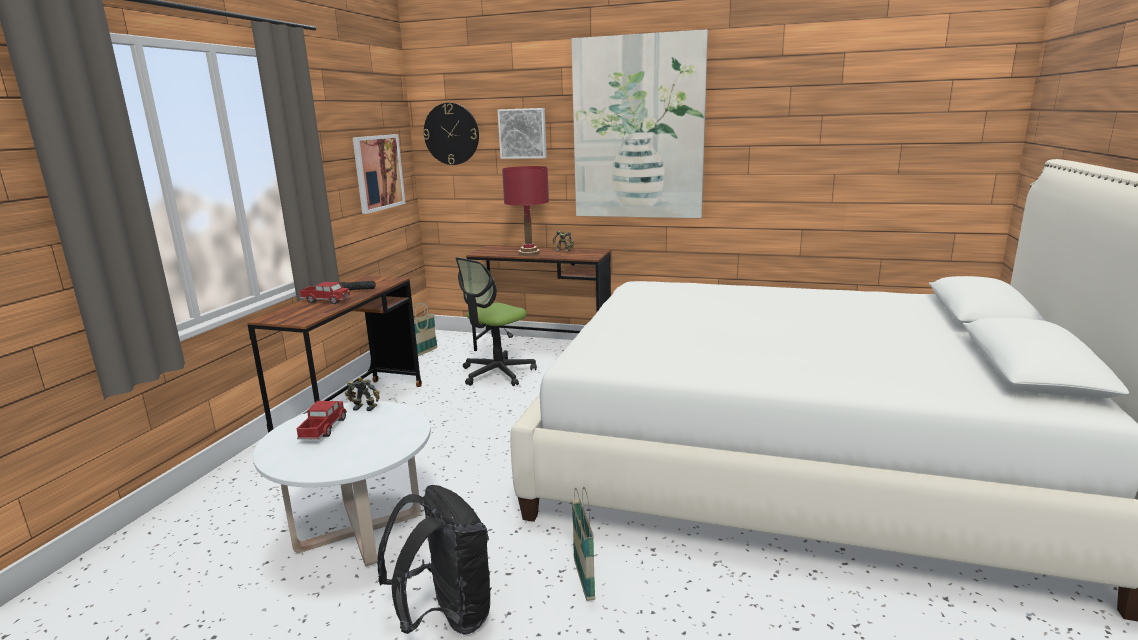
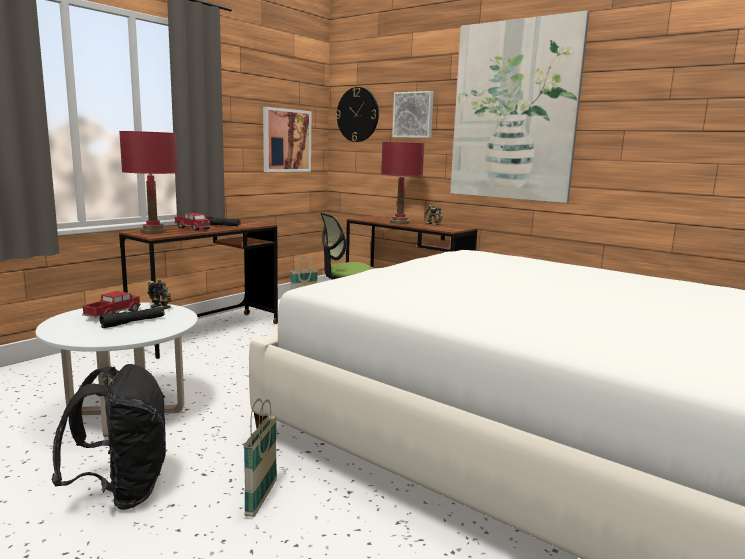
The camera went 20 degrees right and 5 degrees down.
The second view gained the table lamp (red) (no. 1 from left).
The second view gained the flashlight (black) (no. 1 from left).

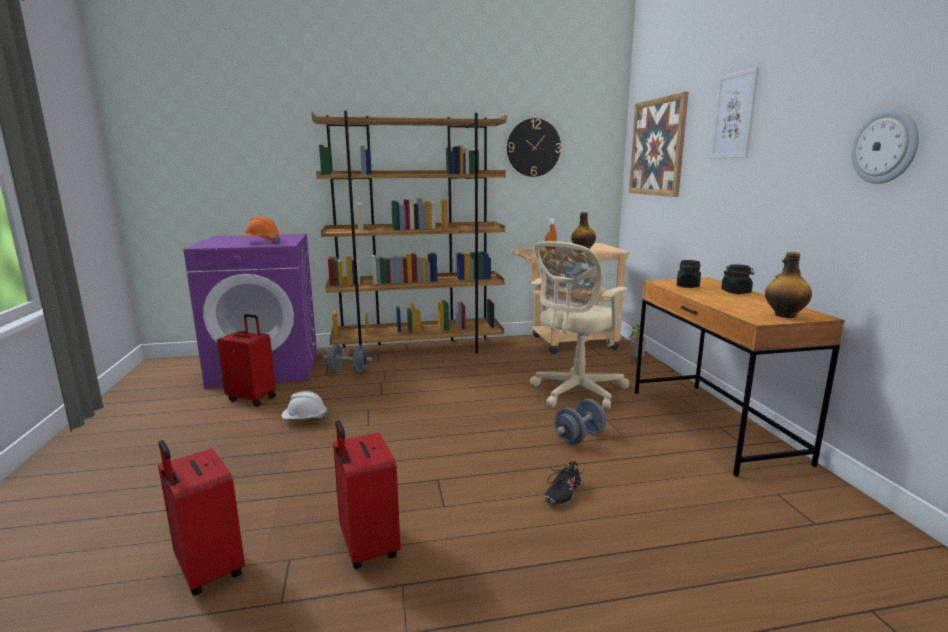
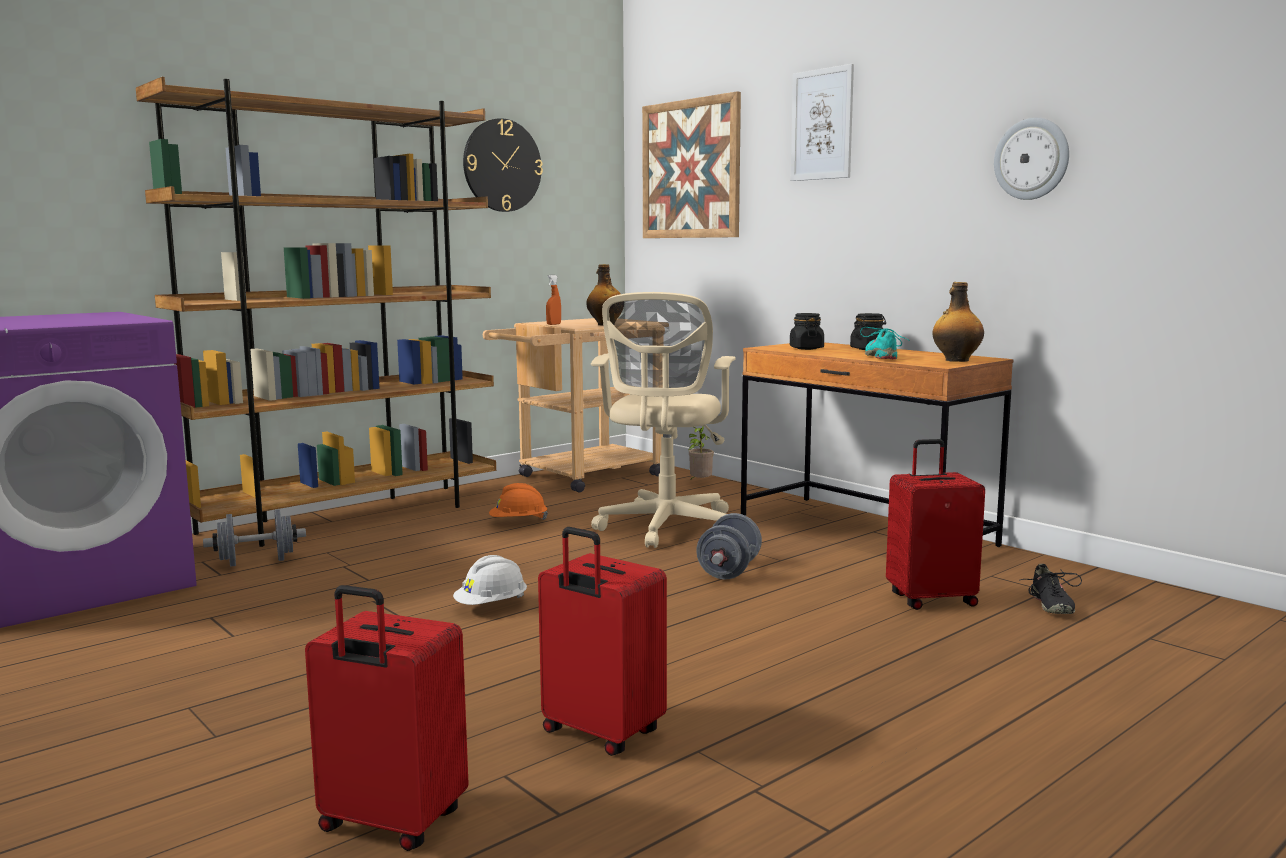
The camera went 30 degrees left and 5 degrees down.
The hard hat (orange) ended up elsewhere.
The suitcase (red) (no. 2 from left in the first image) ended up elsewhere.
The hard hat (white) ended up elsewhere.
The shoe (black) ended up elsewhere.
The second view gained the shoe (turquoise).

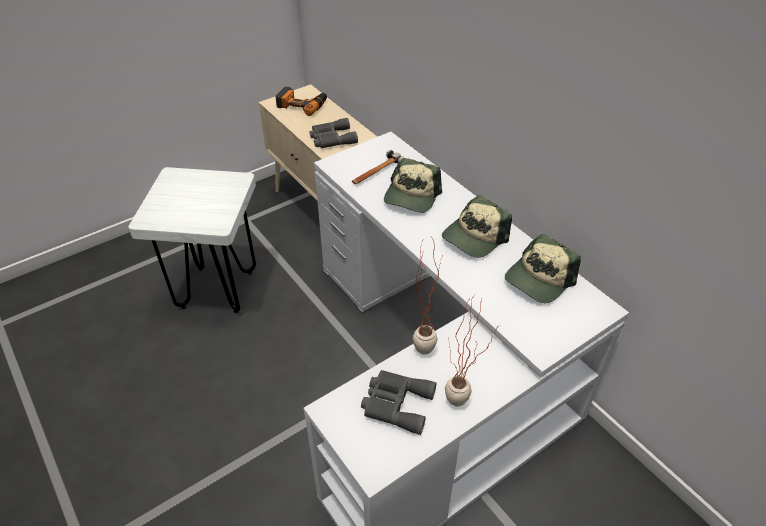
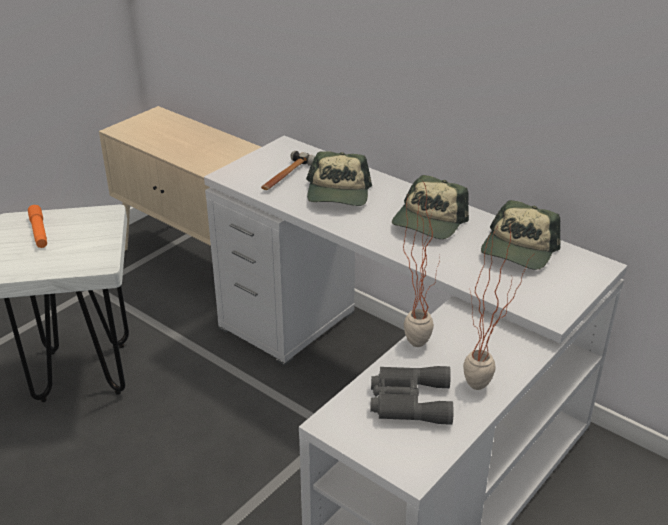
The camera went 15 degrees left and 10 degrees down.
The second view lost the power drill.
The second view lost the binoculars (grey) (no. 1 from left).
The second view gained the flashlight (orange).

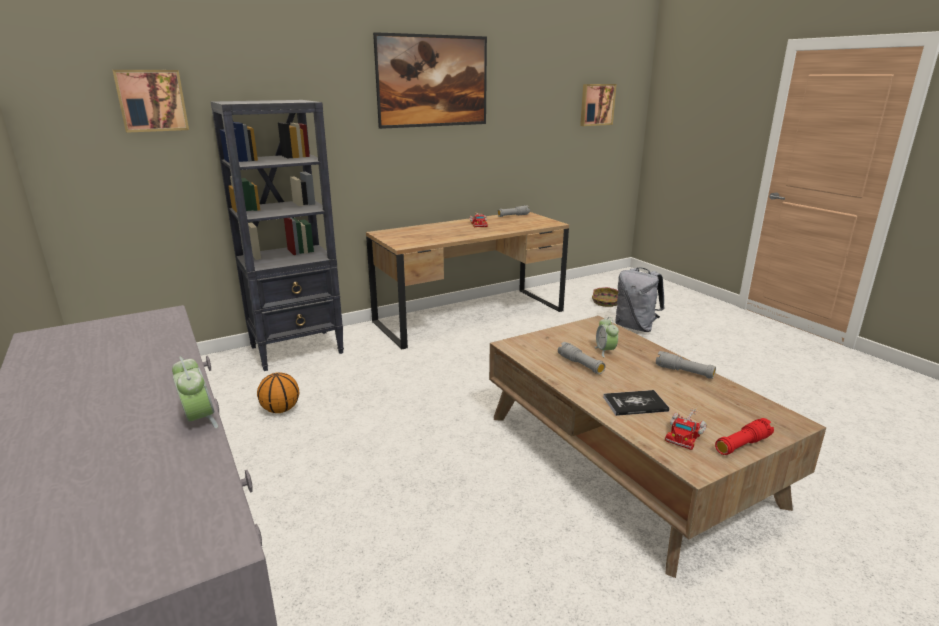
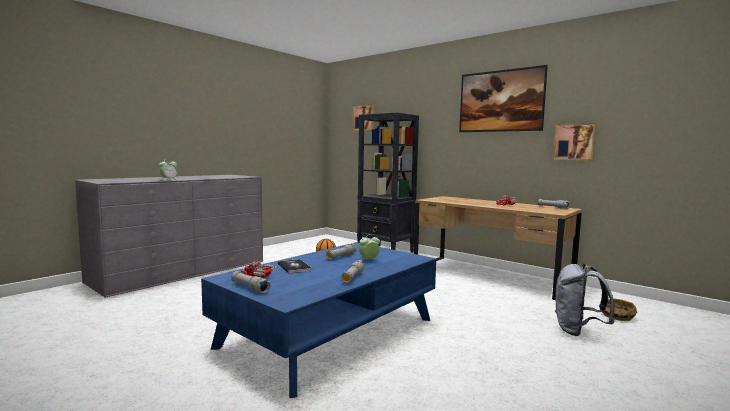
The camera went 70 degrees right and 15 degrees down.
The picture (no. 3 from left) ended up elsewhere.
What was the coffee table (brown) turned into the coffee table (blue).
What was the flashlight (red) turned into the flashlight (grey) (no. 1 from left).

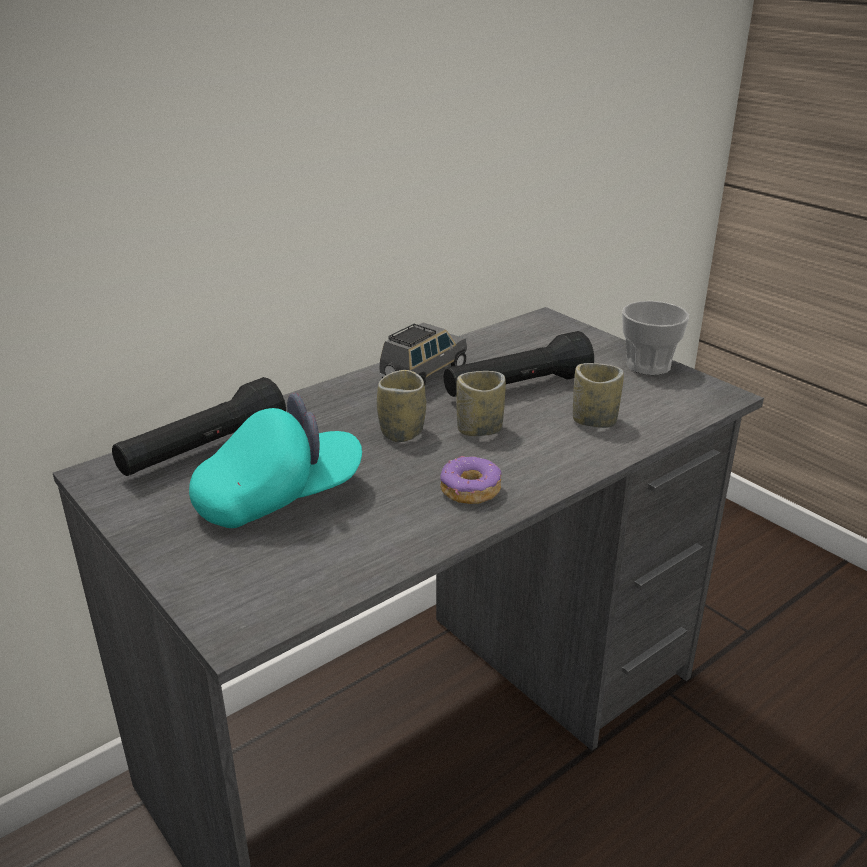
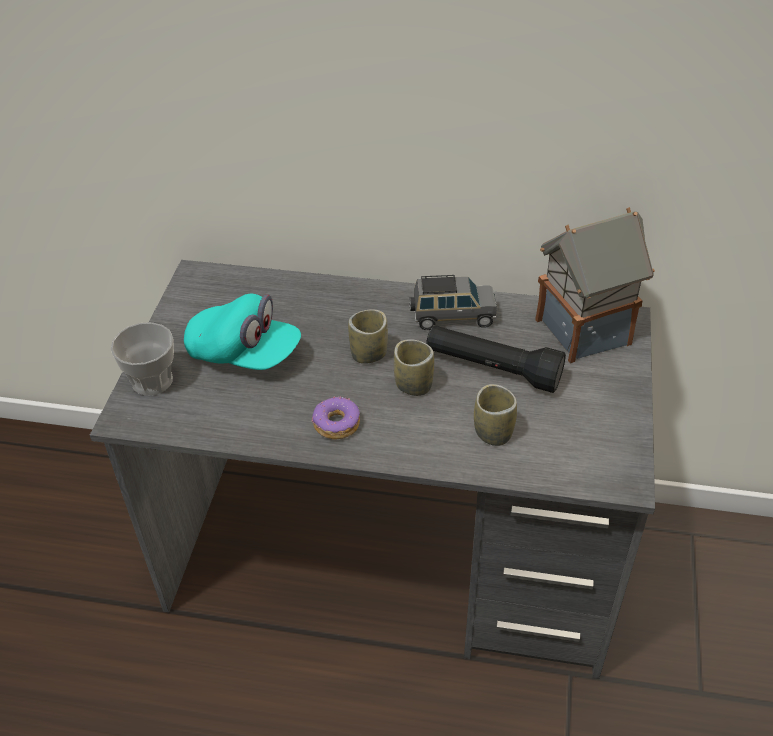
The camera went 50 degrees right and 15 degrees up.
The cup (no. 4 from left in the first image) ended up elsewhere.
The second view lost the flashlight (black) (no. 1 from left).
The second view gained the toy house.

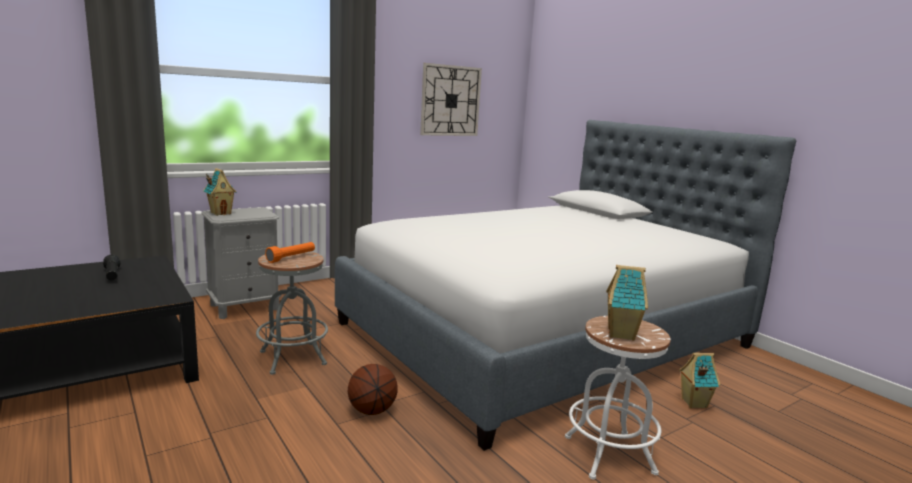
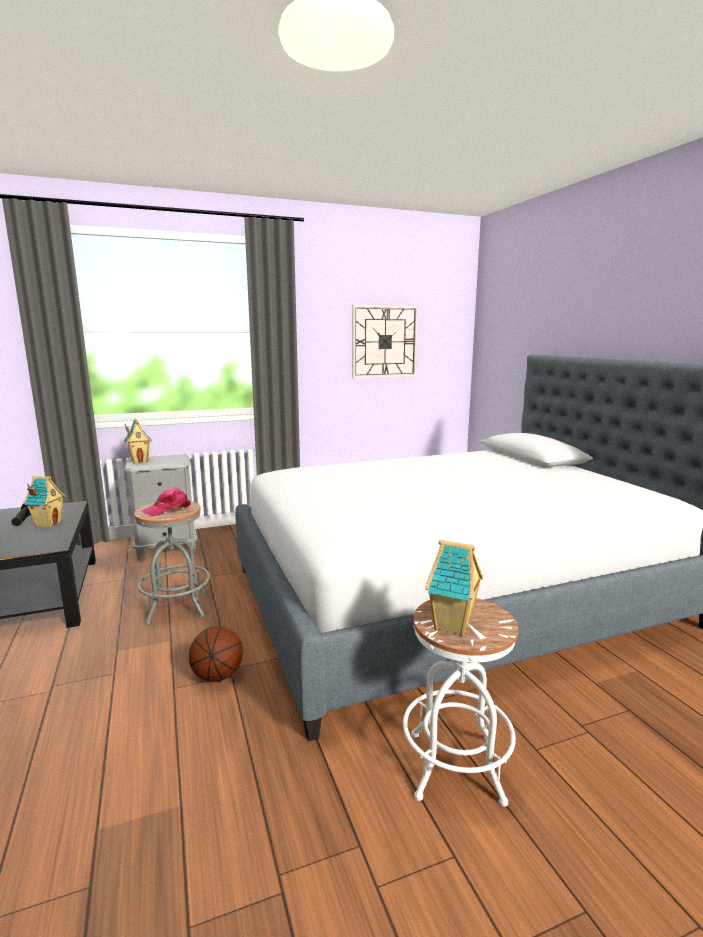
The camera went 15 degrees right and 0 degrees up.
Where the flashlight (orange) stood, the cap (pink) came to stand.
The toy house (no. 3 from left in the first image) ended up elsewhere.

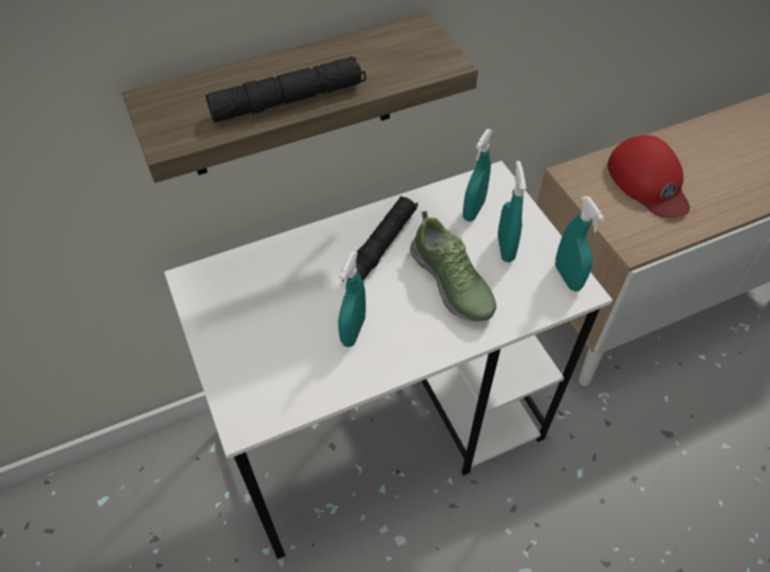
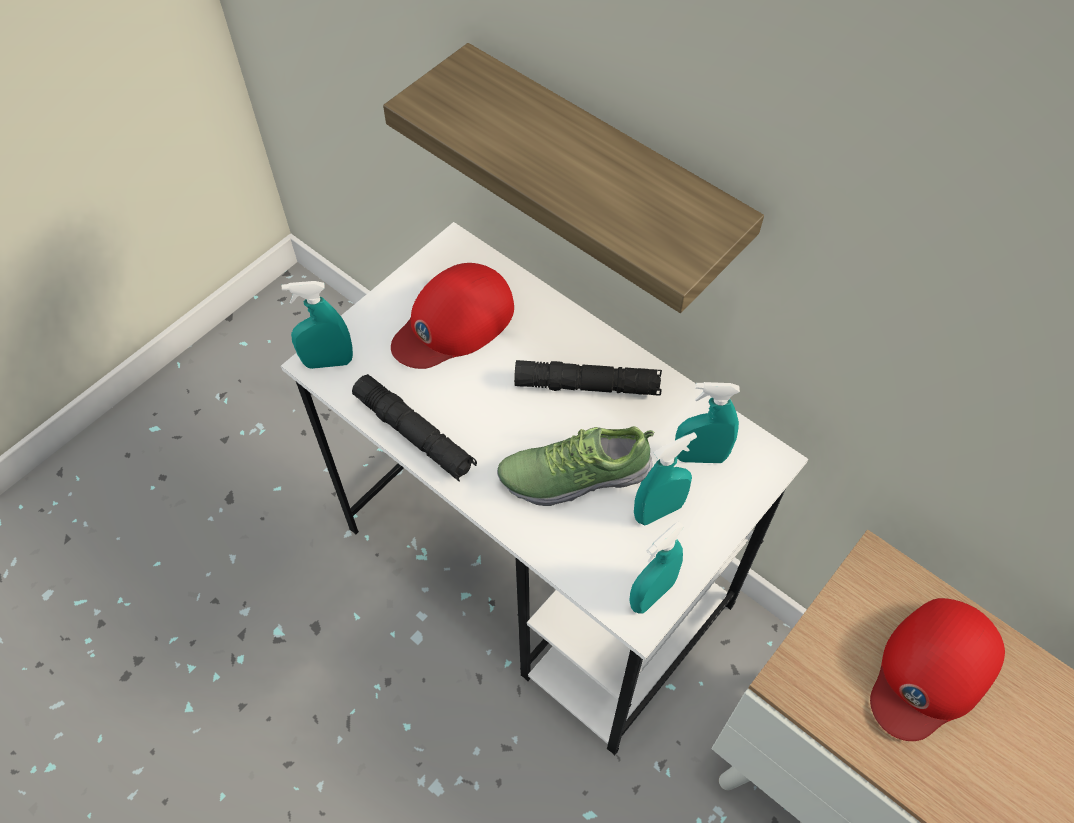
The camera went 65 degrees right and 5 degrees up.
The flashlight (black) (no. 1 from left) ended up elsewhere.
The shoe ended up facing another way, 45 degrees clockwise from before.
The spray bottle (turquoise) (no. 1 from left) ended up elsewhere.
The second view gained the cap (red) (no. 1 from left).

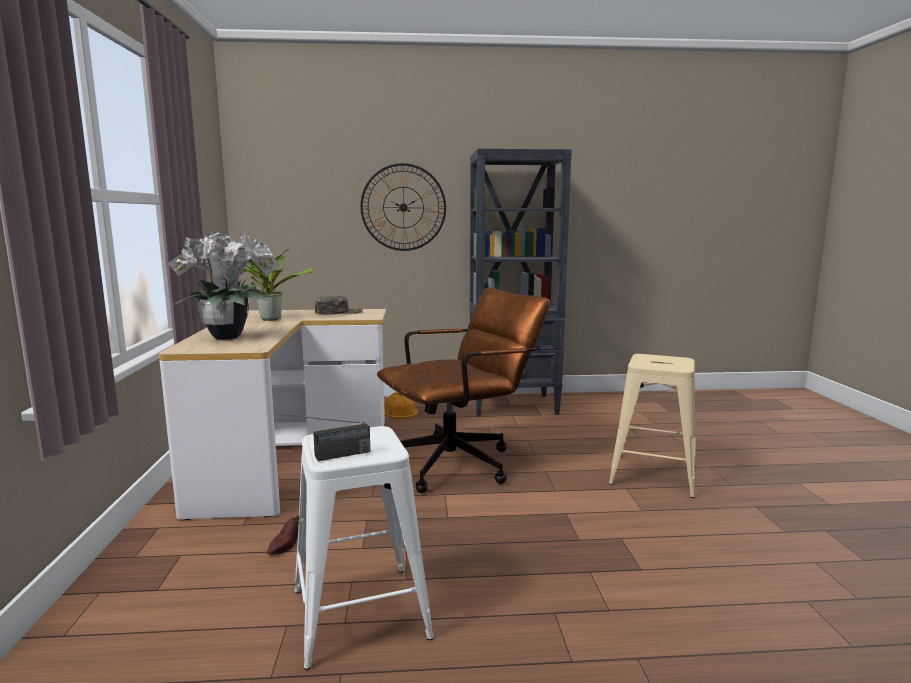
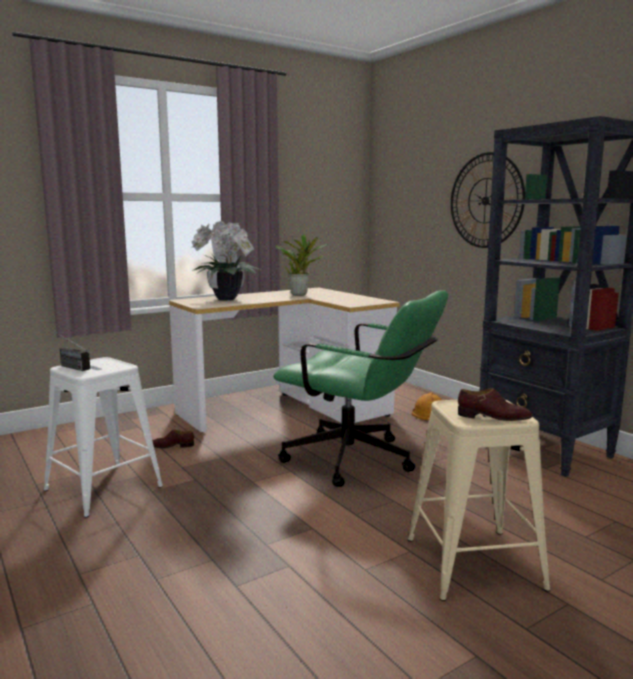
The camera went 60 degrees right and 0 degrees up.
What was the office chair (brown) turned into the office chair (green).
The second view lost the cap (green).
The second view gained the shoe (brown) (no. 2 from left).

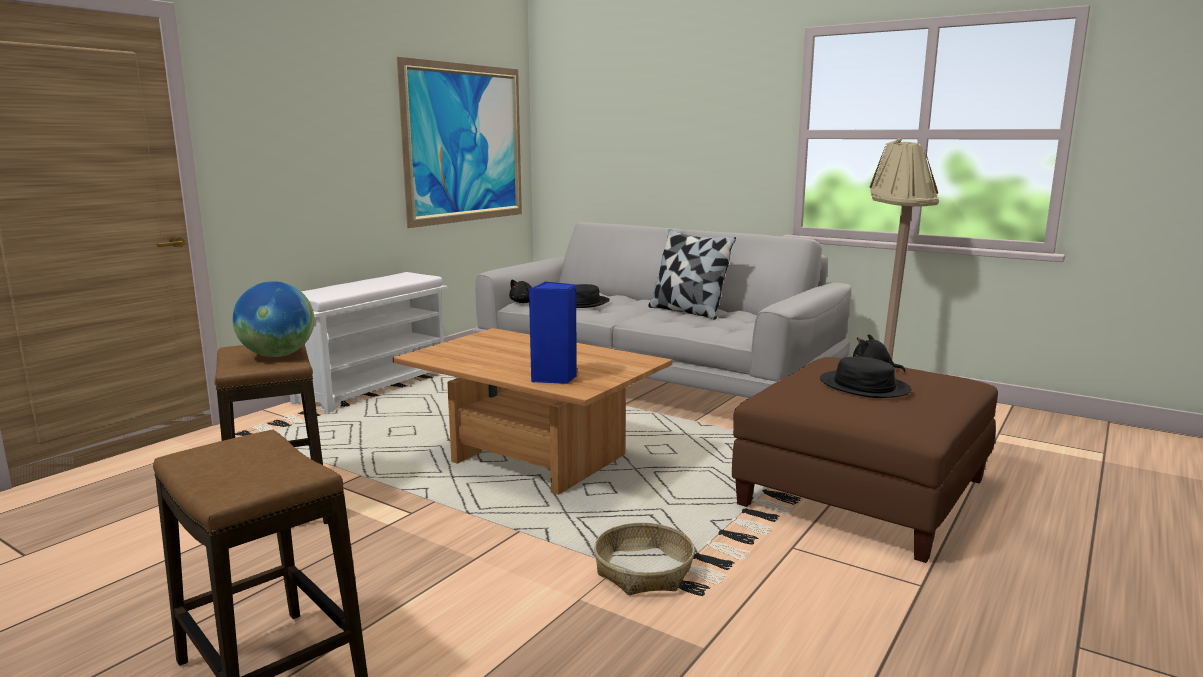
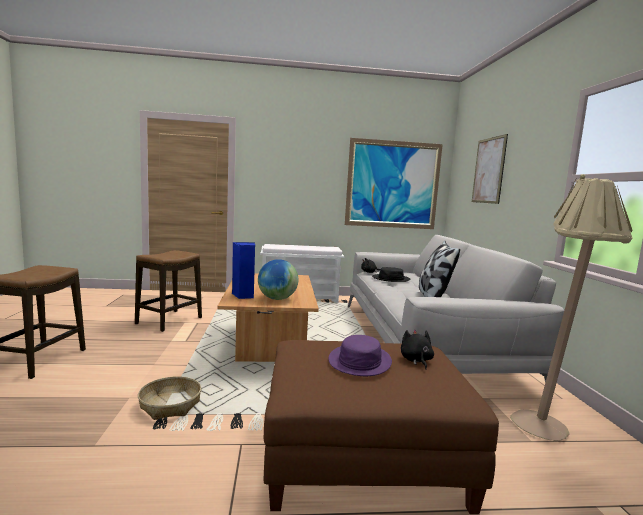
The camera went 50 degrees right and 5 degrees down.
The globe ended up elsewhere.
What was the hat (black) (no. 2 from left) turned into the hat (purple).
The second view gained the picture (no. 2 from left).

